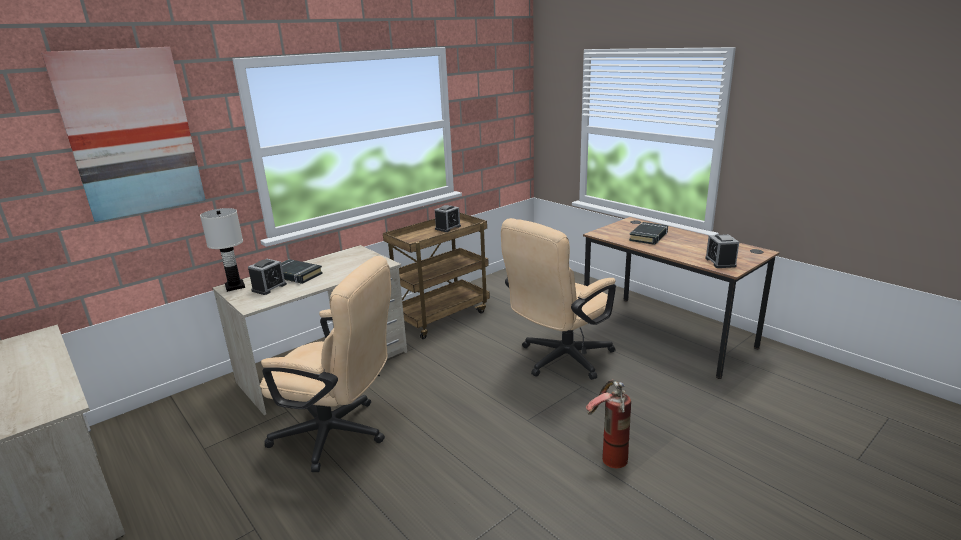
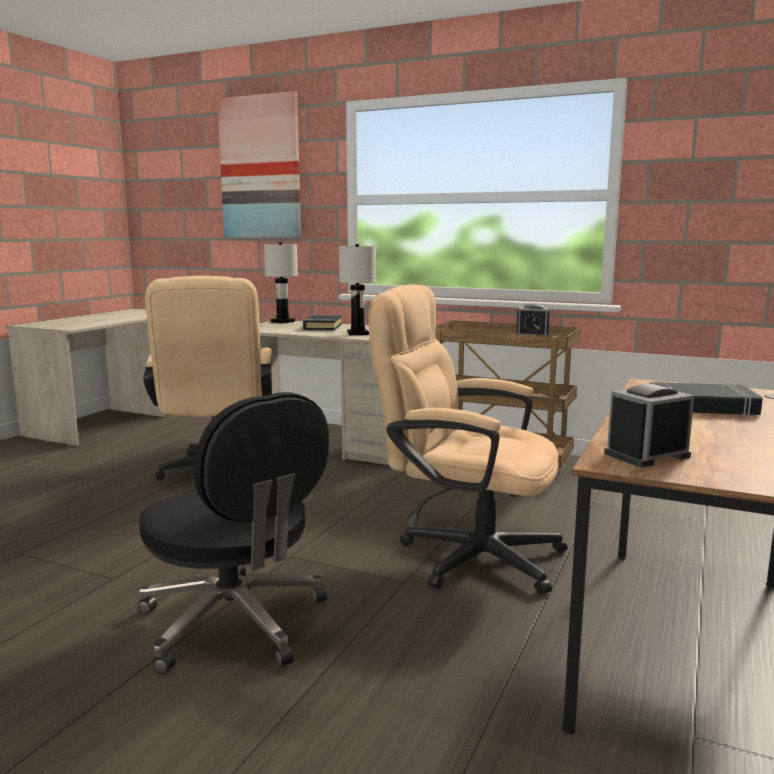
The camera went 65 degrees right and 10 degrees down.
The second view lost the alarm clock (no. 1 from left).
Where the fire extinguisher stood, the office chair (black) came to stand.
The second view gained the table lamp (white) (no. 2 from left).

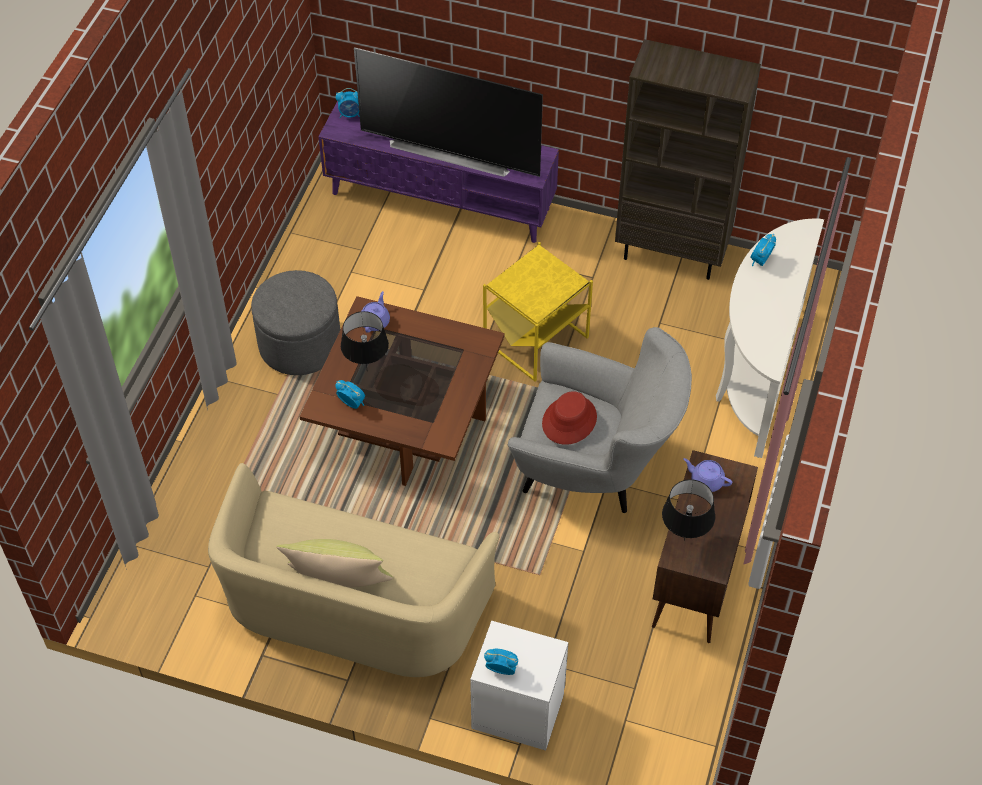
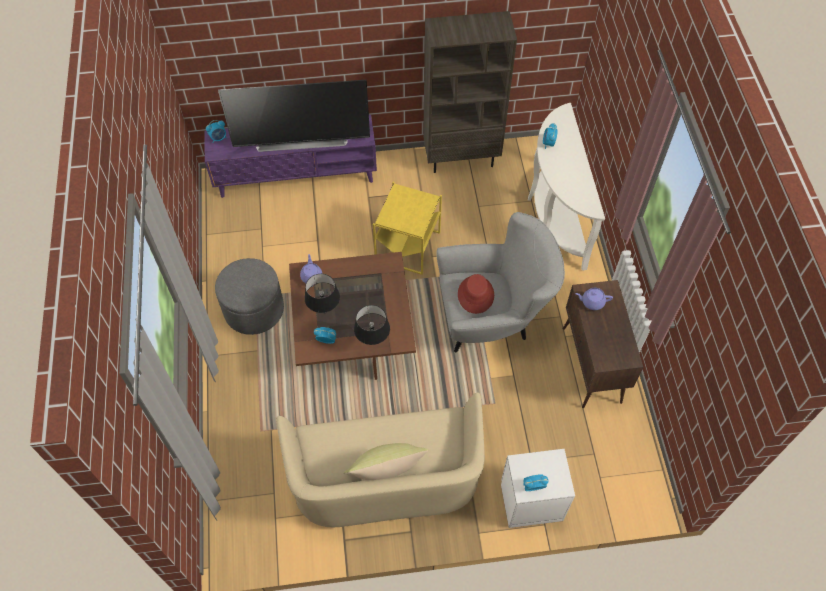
The camera went 25 degrees left and 5 degrees up.
The table lamp (black) (no. 2 from left) ended up elsewhere.

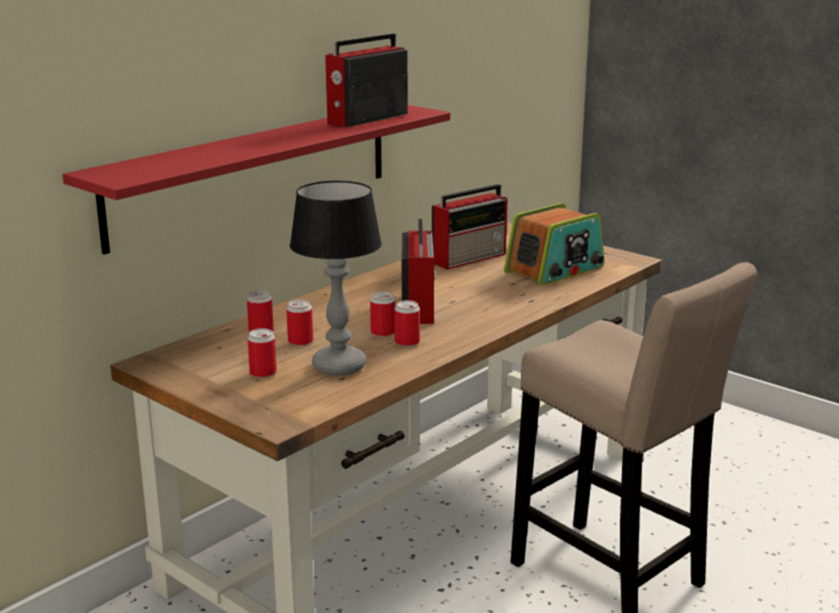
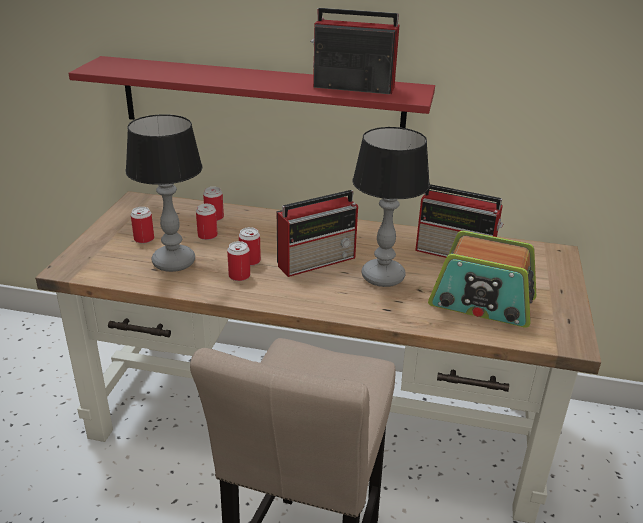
The camera went 60 degrees right and 10 degrees up.
The second view gained the table lamp (no. 2 from left).

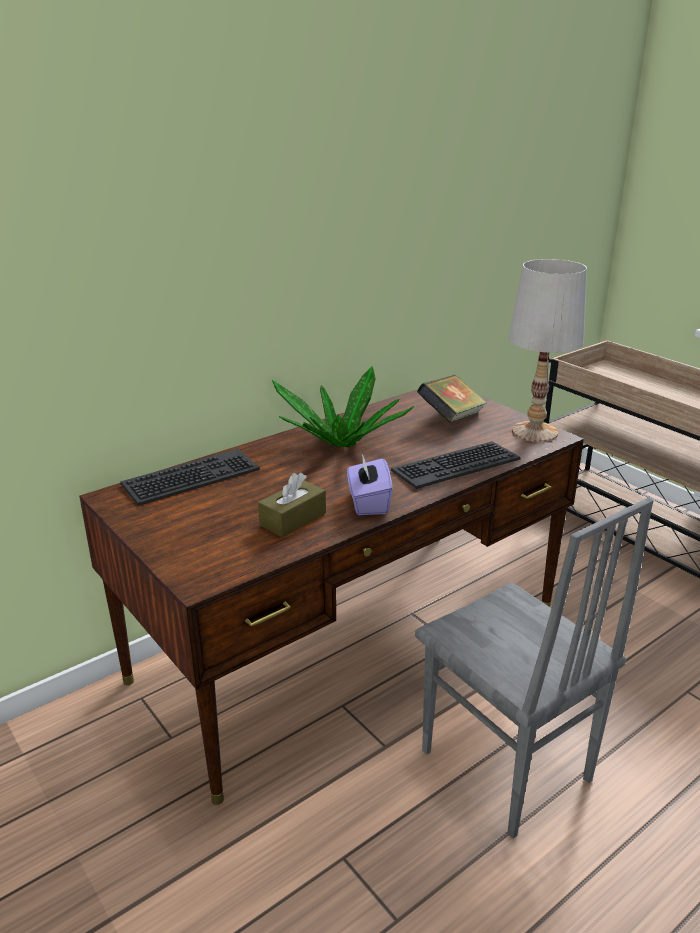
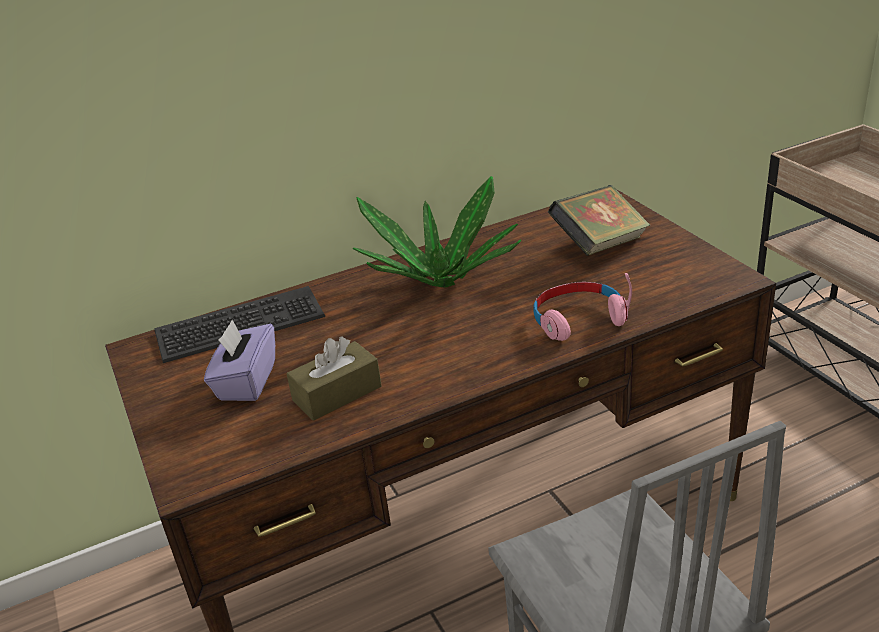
The camera went 15 degrees right and 5 degrees up.
The second view lost the table lamp (white).
Where the keyboard (no. 2 from left) stood, the headphones (pink) came to stand.
The tissue box (purple) ended up elsewhere.

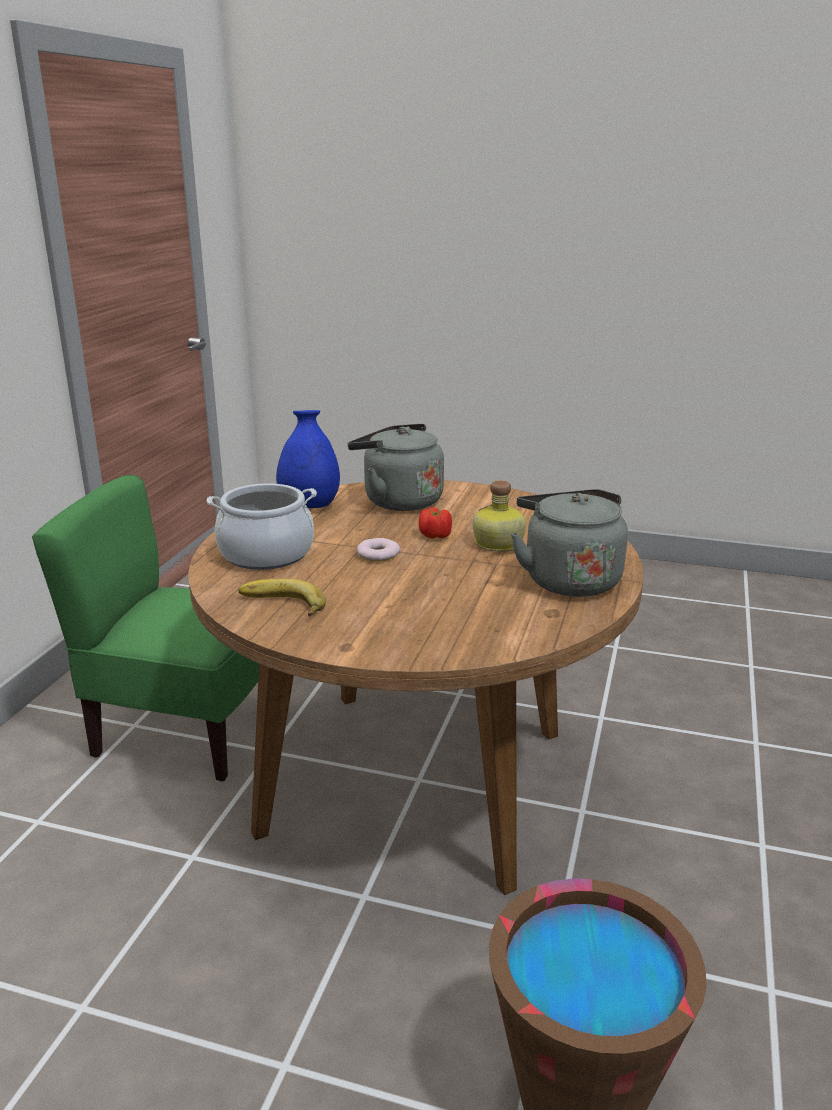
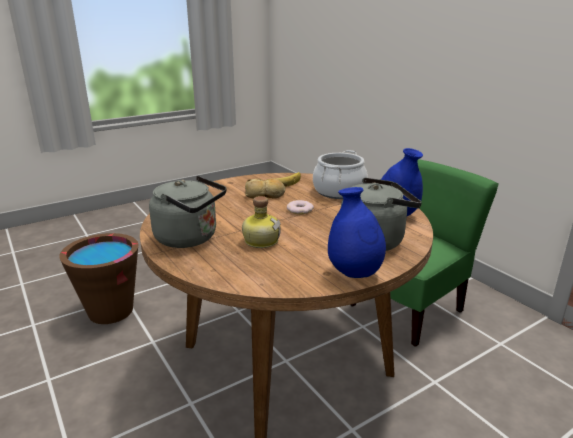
The camera went 130 degrees right and 0 degrees up.
The second view lost the tomato.
The second view gained the bread.
The second view gained the vase (blue) (no. 1 from left).

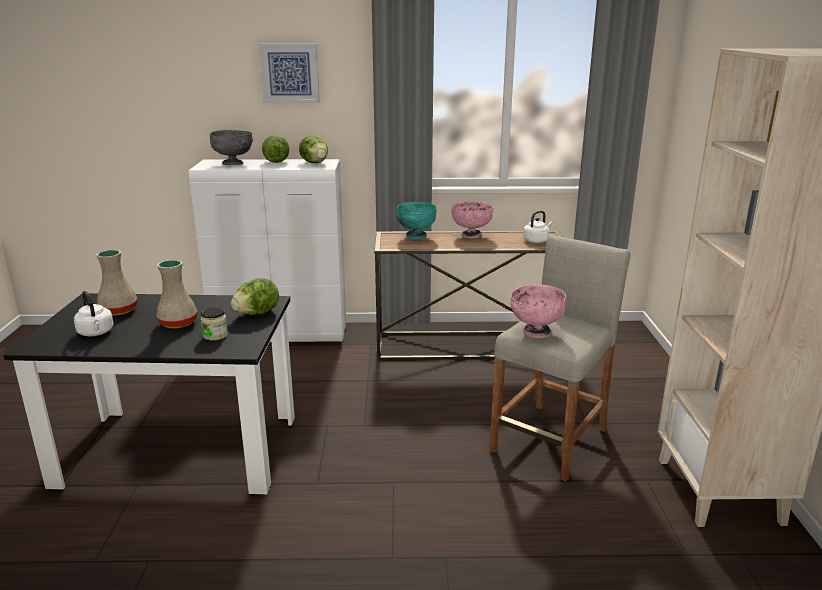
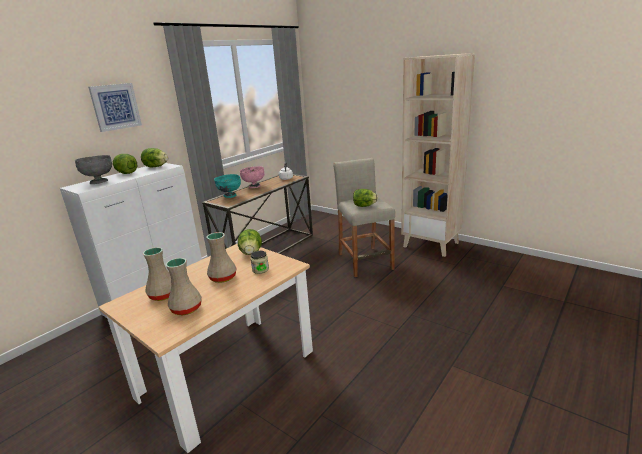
The camera went 50 degrees left and 0 degrees up.
Where the bowl (pink) (no. 2 from left) stood, the lettuce (no. 4 from left) came to stand.
Where the kettle (white) (no. 1 from left) stood, the vase (beige) (no. 2 from left) came to stand.
What was the dining table (black) turned into the dining table (beige).

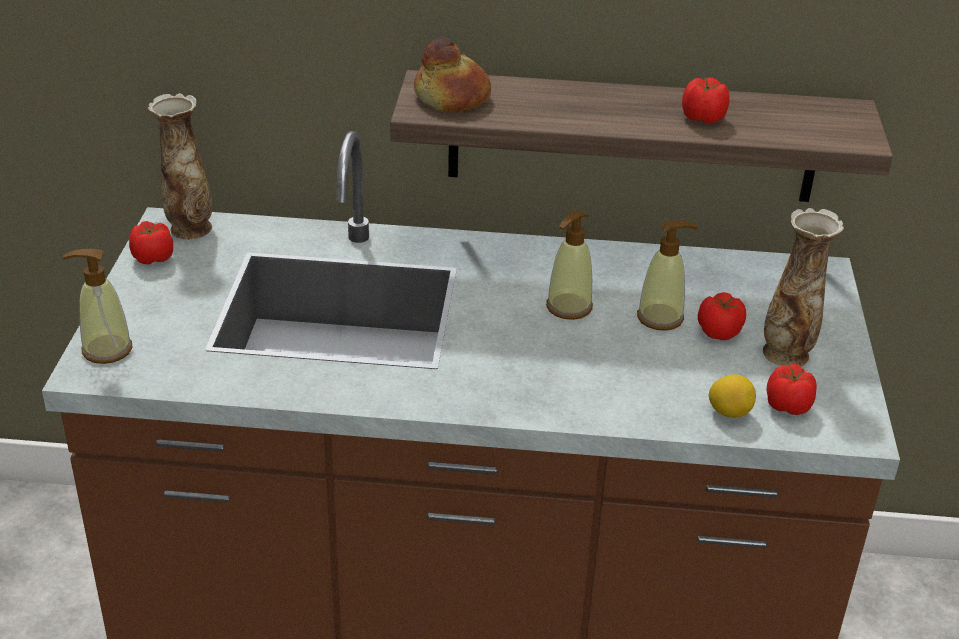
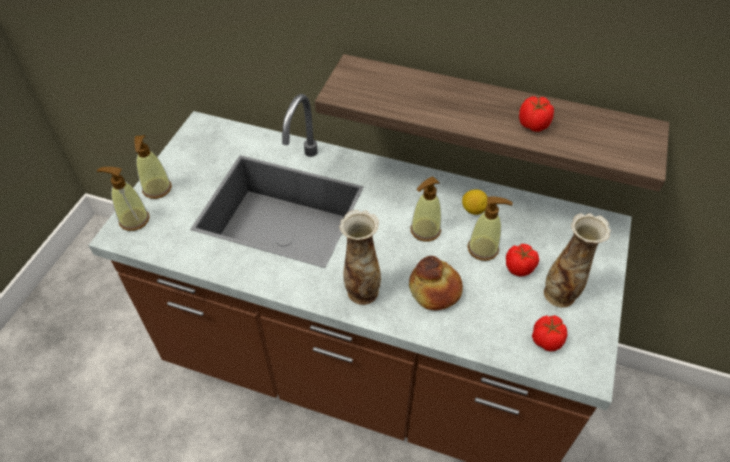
The camera went 15 degrees right and 15 degrees up.
The bread ended up elsewhere.
The vase (no. 1 from left) ended up elsewhere.
The second view lost the tomato (no. 1 from left).
The lemon ended up elsewhere.
The second view gained the soap dispenser (no. 2 from left).

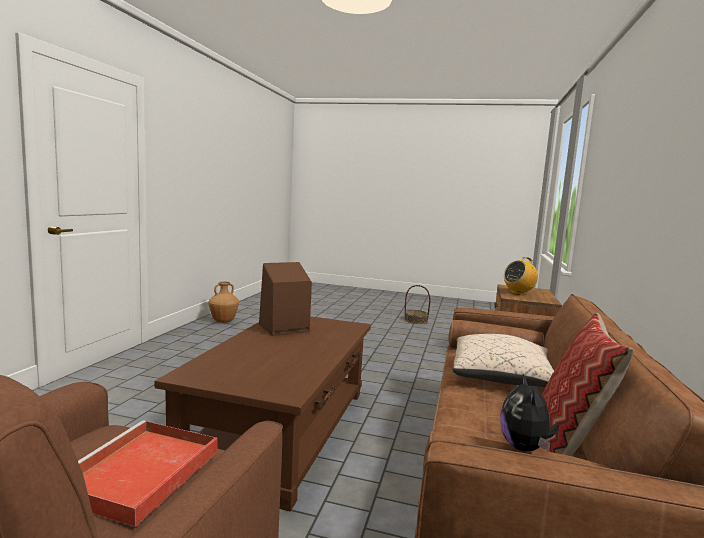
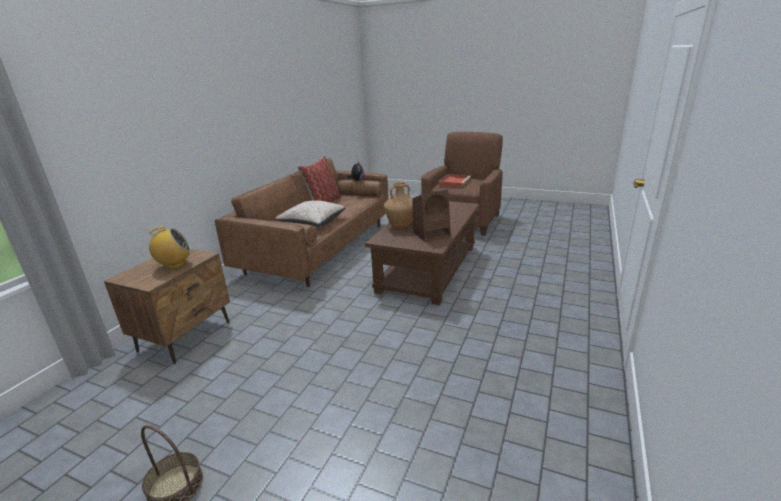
The camera went 170 degrees left and 15 degrees up.
The vase (brown) ended up elsewhere.

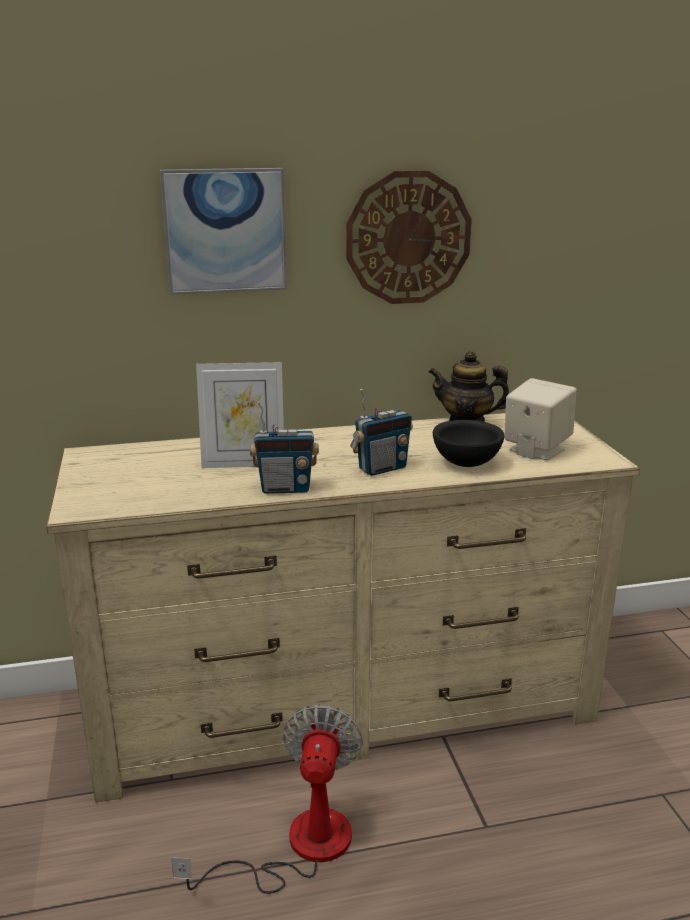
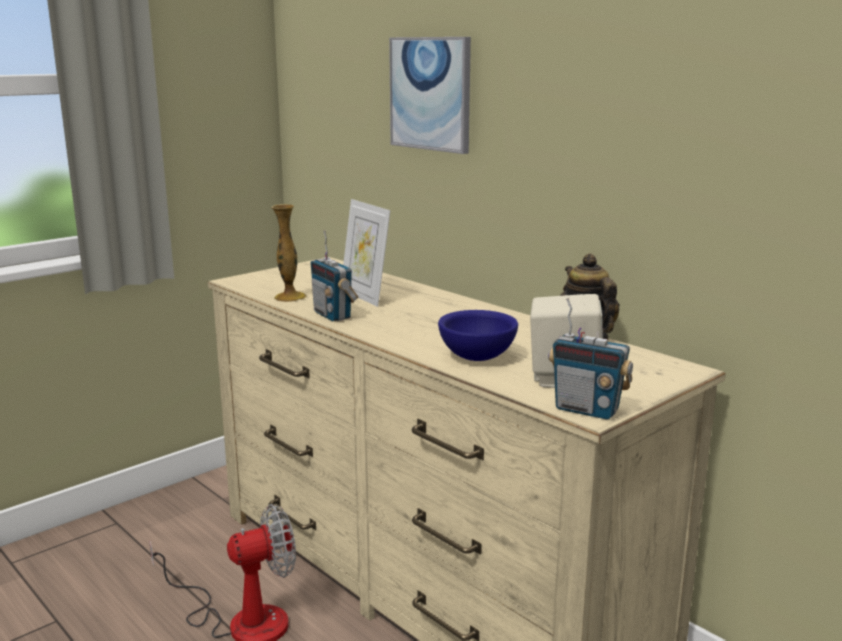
The camera went 60 degrees right and 5 degrees down.
The second view lost the wall clock.
The radio (no. 2 from left) ended up elsewhere.
What was the bowl (black) turned into the bowl (blue).
The second view gained the vase.

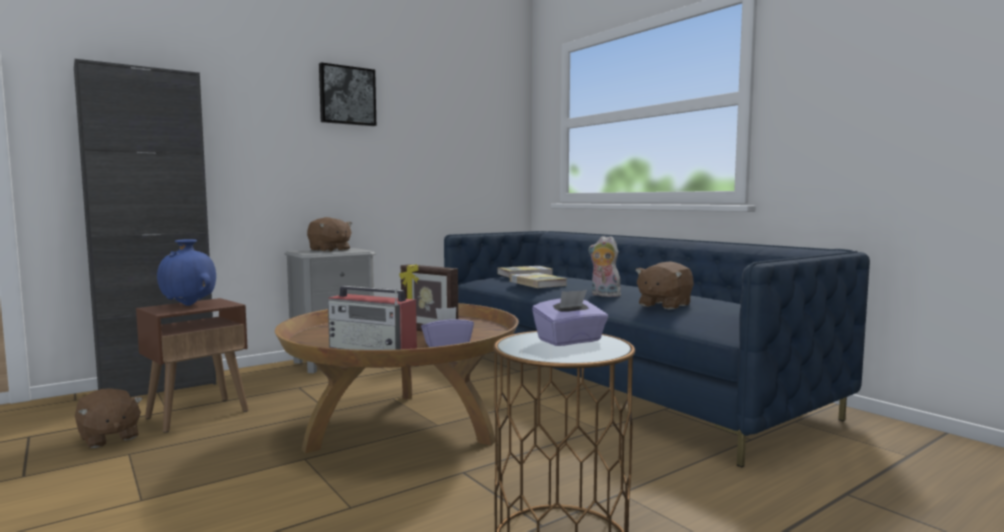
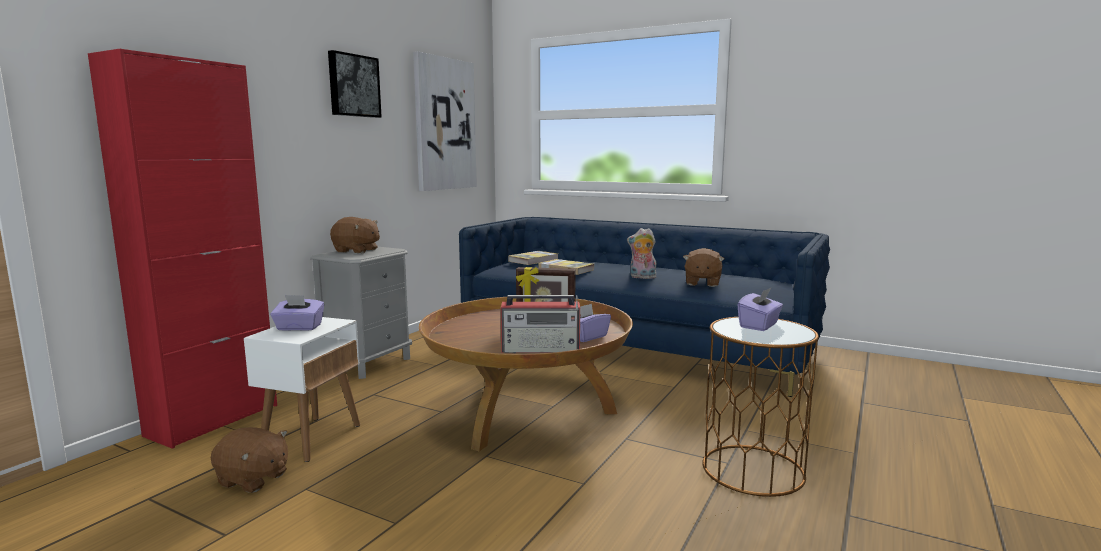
The camera went 25 degrees left and 5 degrees up.
What was the cabinet (black) turned into the cabinet (red).
Where the vase (blue) stood, the tissue box (purple) (no. 1 from left) came to stand.
What was the side table (brown) (no. 1 from left) turned into the side table (white).
The second view gained the picture (no. 2 from left).

